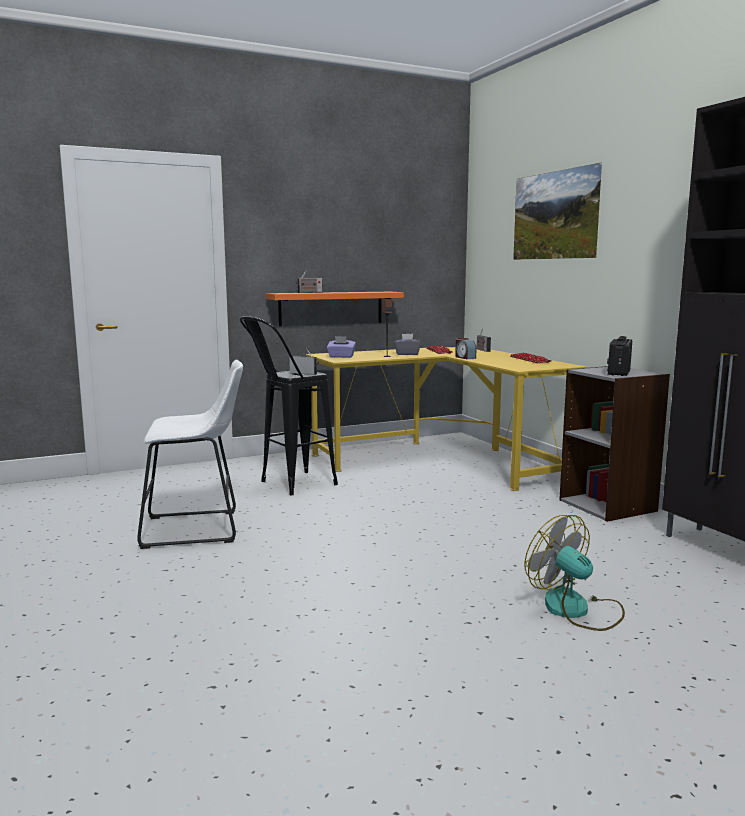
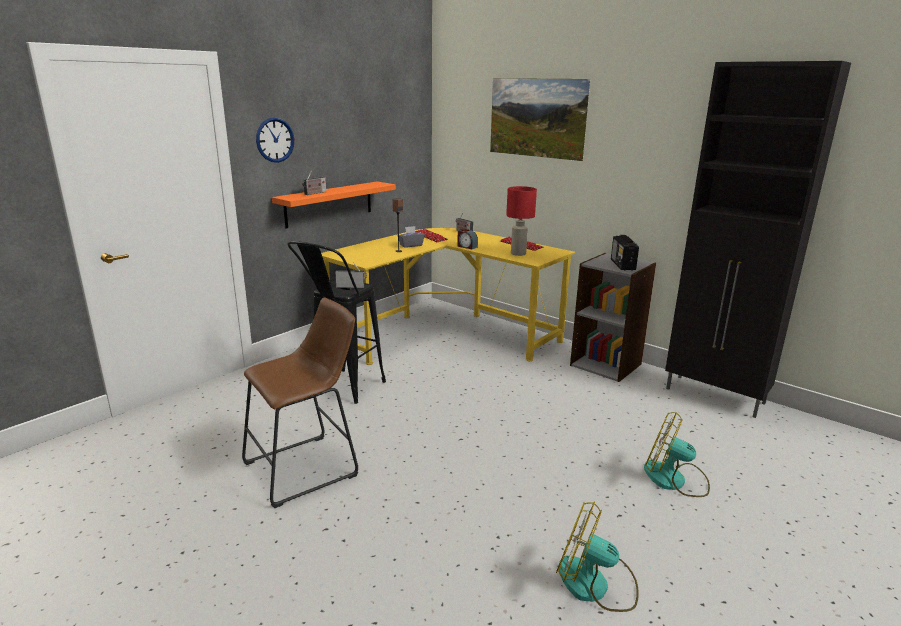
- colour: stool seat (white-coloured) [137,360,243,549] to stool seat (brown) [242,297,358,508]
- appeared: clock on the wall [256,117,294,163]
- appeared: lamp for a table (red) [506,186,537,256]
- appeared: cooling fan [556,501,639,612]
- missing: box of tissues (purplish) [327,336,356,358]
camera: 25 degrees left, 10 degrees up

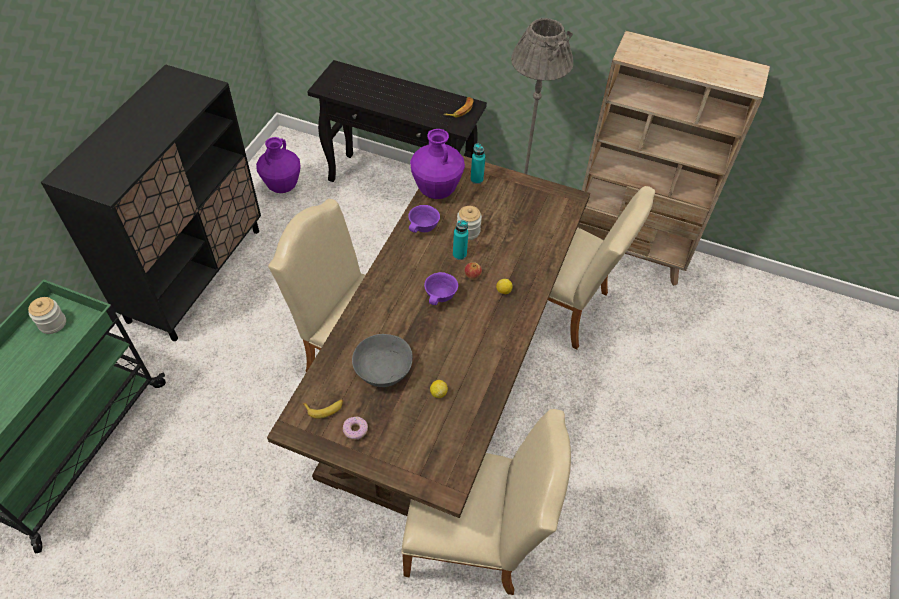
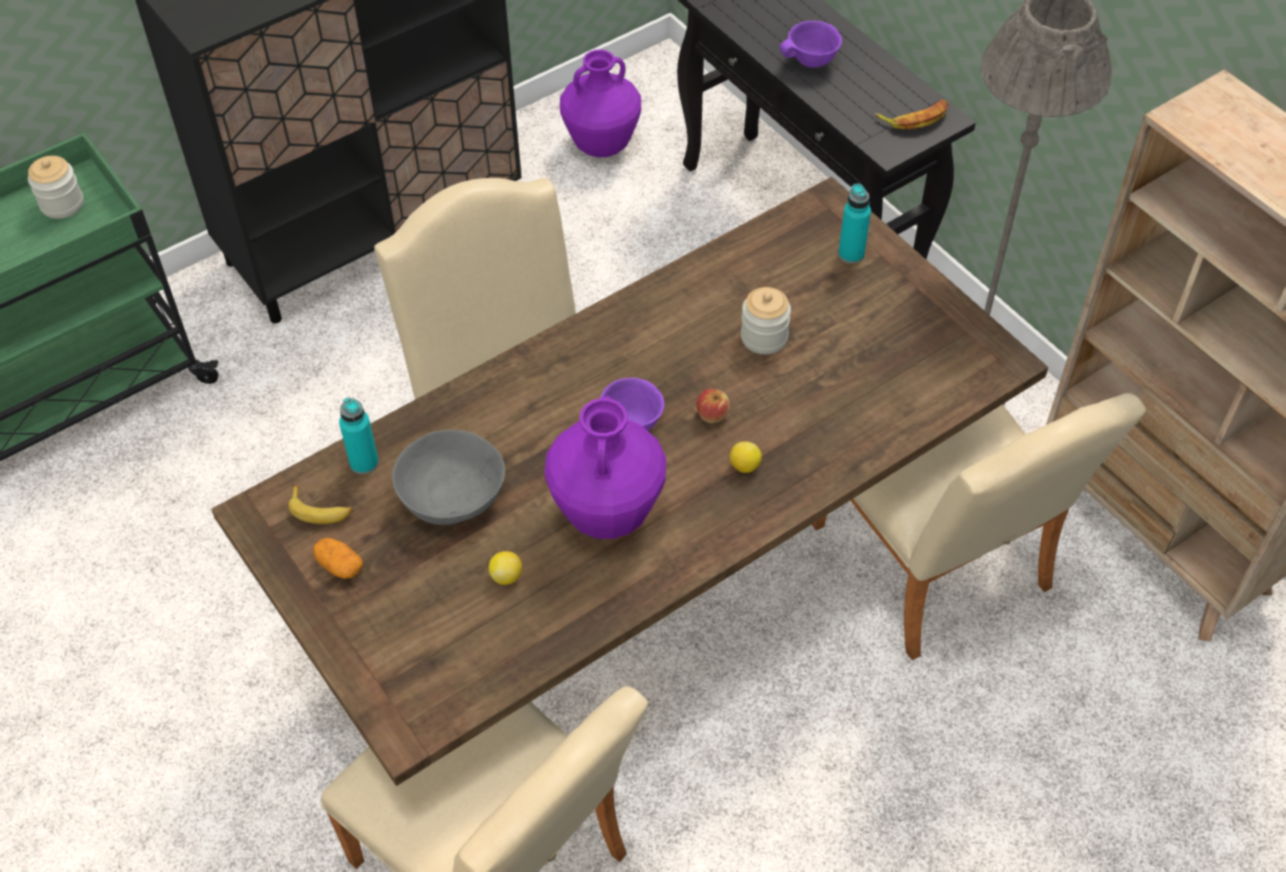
- exchanged: ring doughnut [343,417,368,440] to spud [313,538,363,579]
- relocated: drink bottle (turquoise-coloured) [453,220,468,260] to [339,397,379,474]
- relocated: decorative vase (purplish) [410,129,465,199] to [544,396,666,539]
- relocated: bowl (purplish) [408,205,440,233] to [779,21,842,68]
camera: 35 degrees right, 0 degrees up

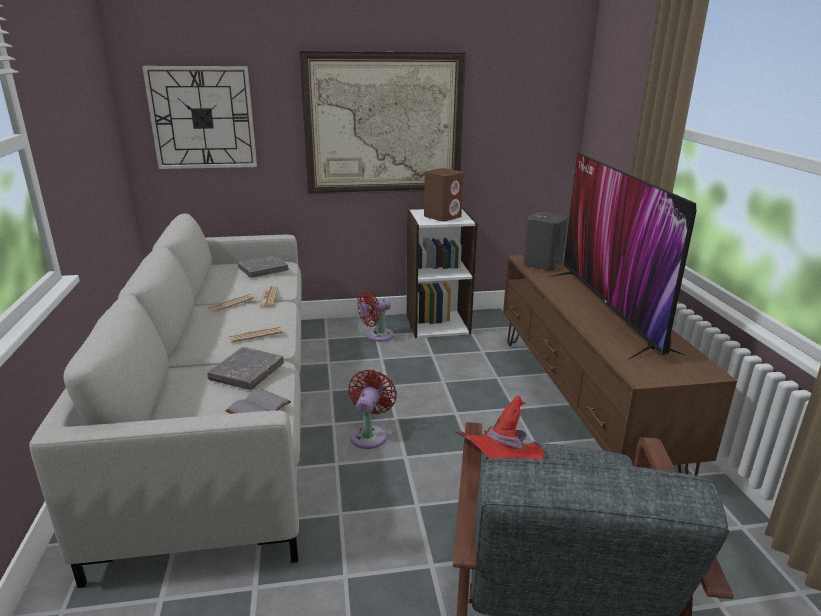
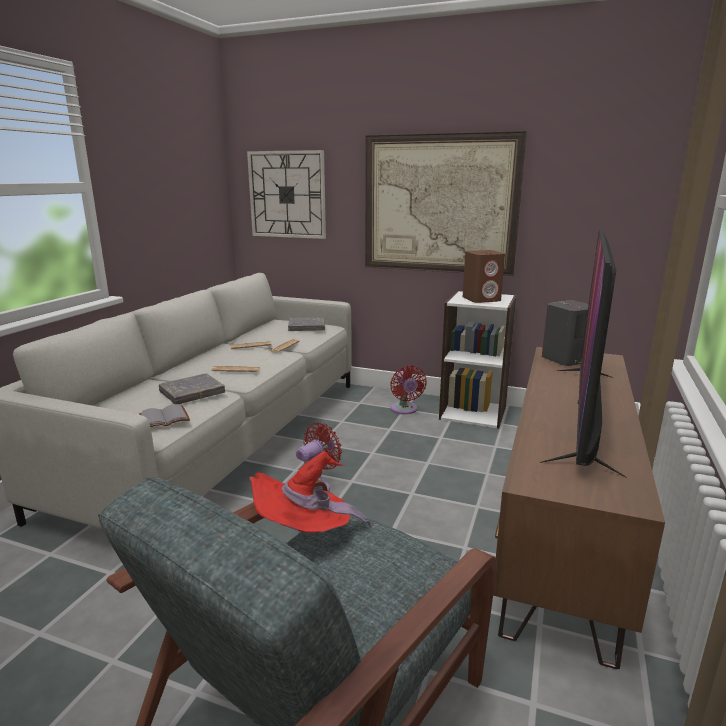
- spun: cooling fan (red) [357,290,393,342] = [390,365,427,414] 105 degrees counterclockwise
camera: 30 degrees right, 5 degrees down

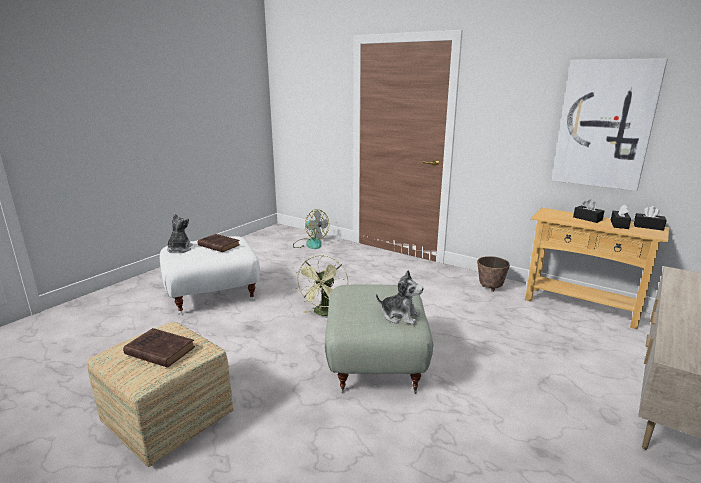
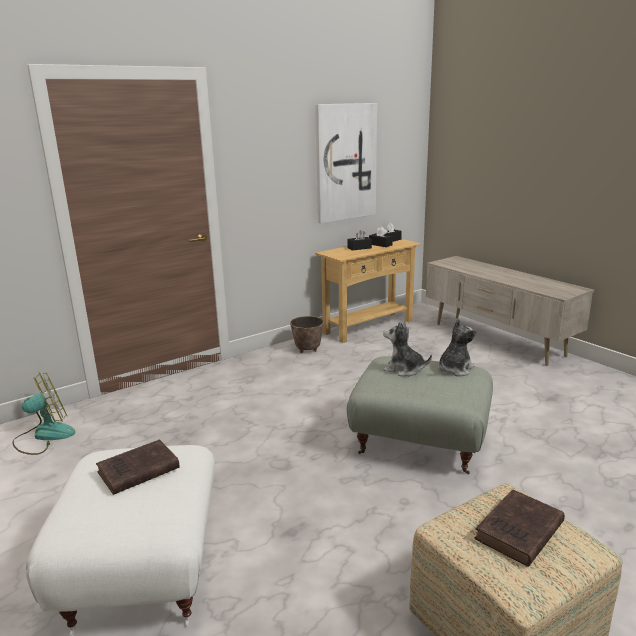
- relocated: cuddly toy [167,213,193,253] to [383,321,432,376]
- missing: cooling fan (greenish) [295,255,348,316]
camera: 70 degrees left, 0 degrees up

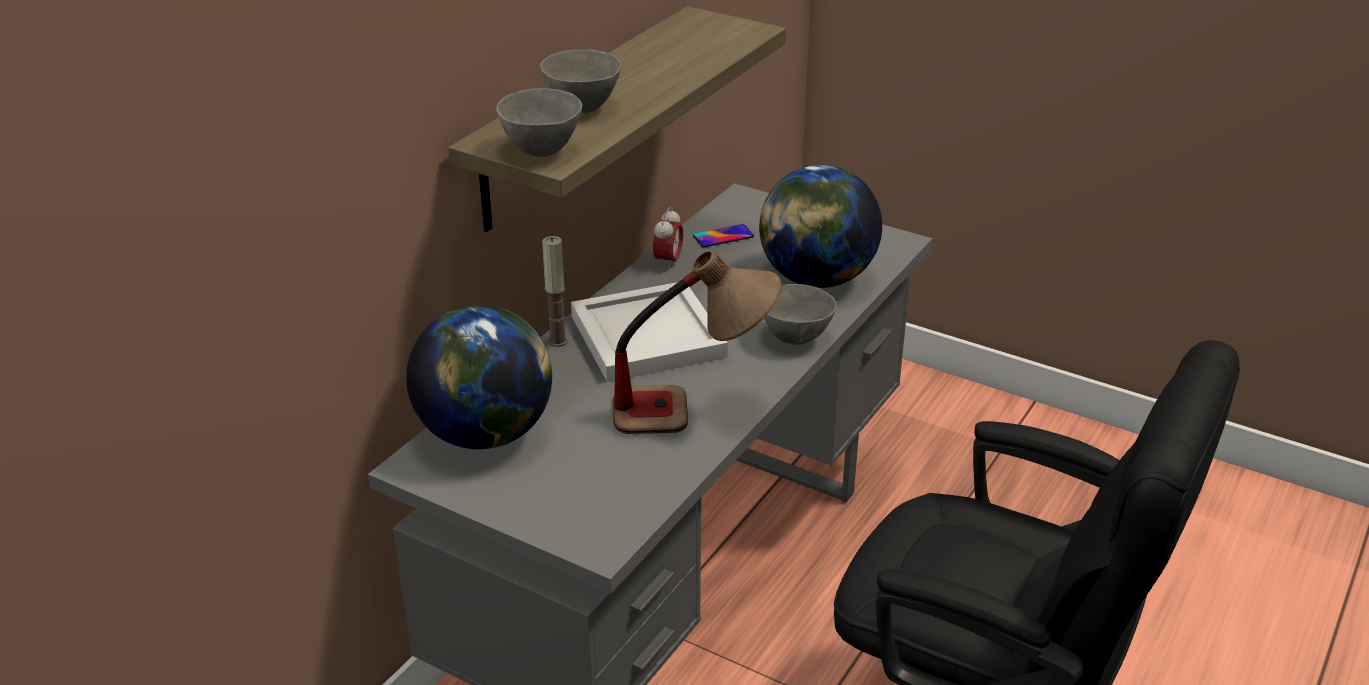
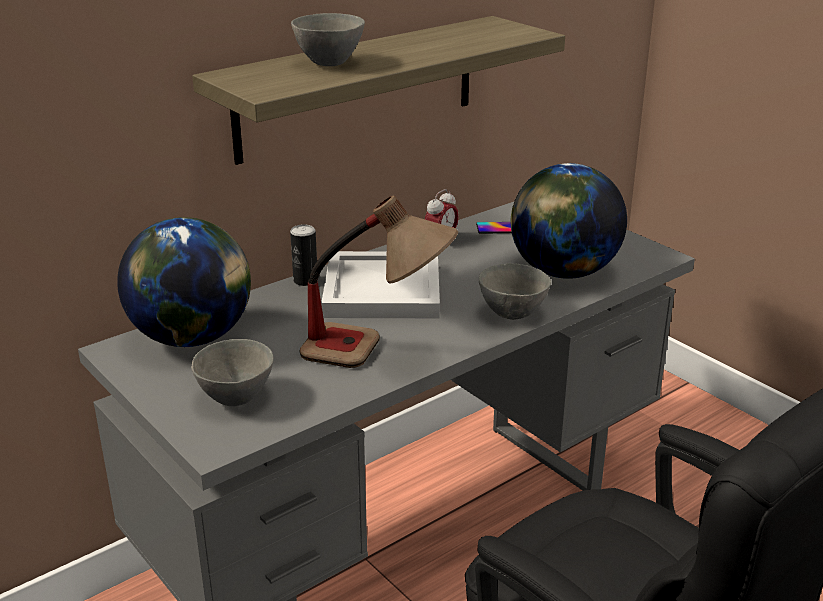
- relocated: bowl (grey) [496,88,582,157] to [191,339,274,406]
- exchanged: wax candle [542,236,568,347] to sealed can [290,224,318,286]
camera: 20 degrees right, 5 degrees down

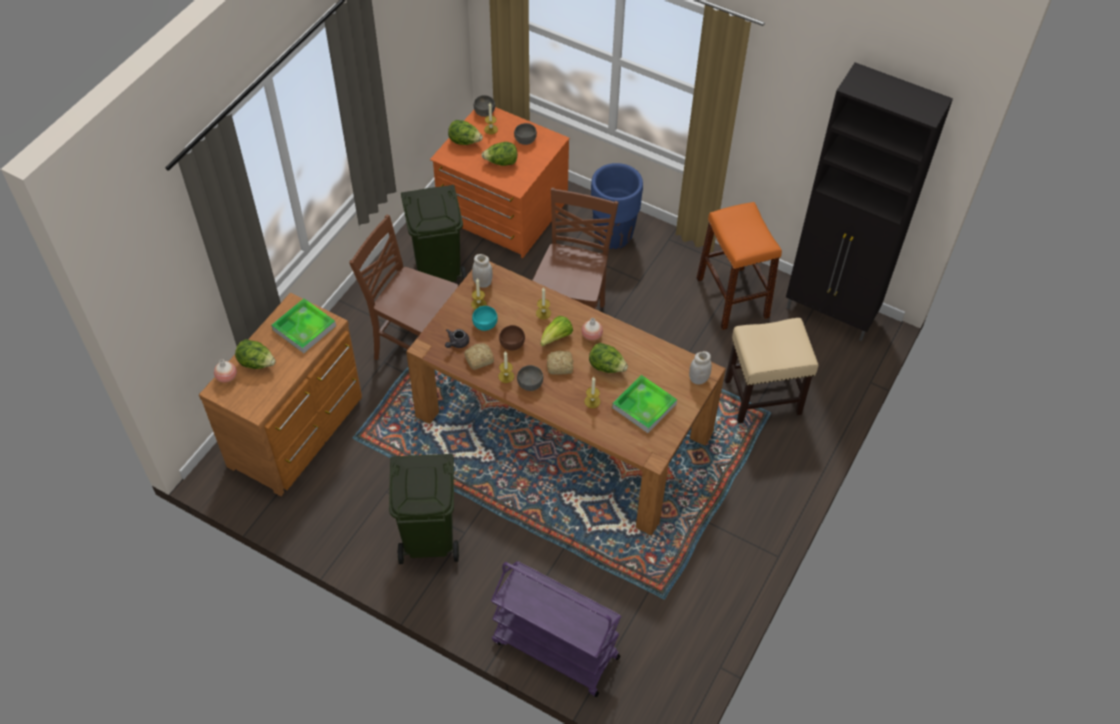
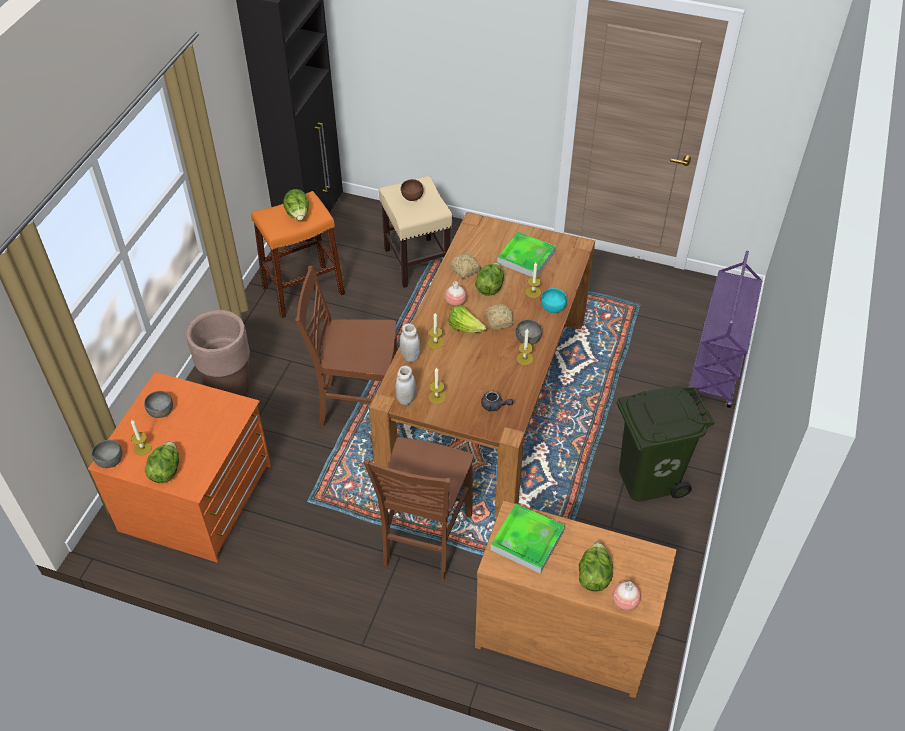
- colour: flower pot (blue) [591,163,643,249] to flower pot (brown) [186,310,251,397]
- relocated: head of lettuce [481,142,518,166] to [283,189,309,221]
- relocated: preserve jar (white-coloured) [689,351,712,385] to [400,323,421,362]
- relocated: bowl (brown) [499,325,525,351] to [401,179,424,201]
- relocated: bakery bread [464,343,494,370] to [450,253,481,279]
- relocated: bowl (turquoise-coloured) [472,306,498,331] to [541,288,567,313]
- missing: waste bin (greenish) [401,185,467,282]
camera: 100 degrees left, 5 degrees down

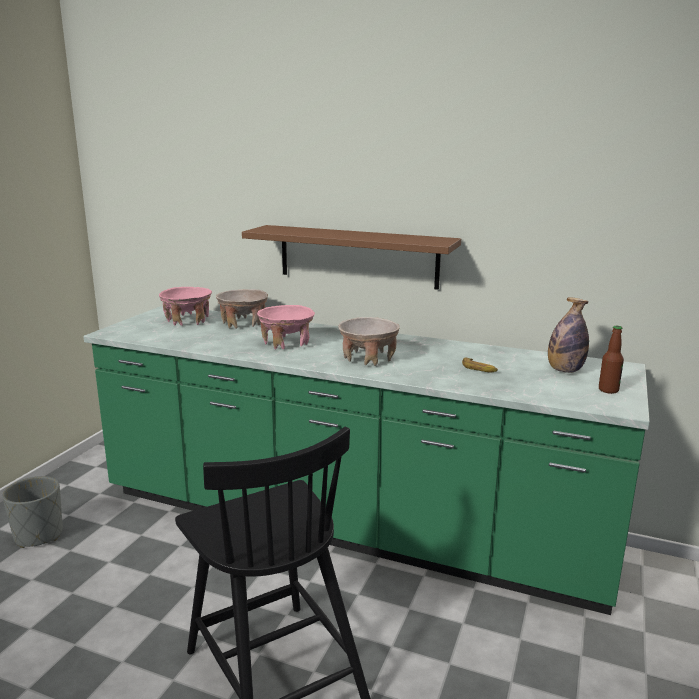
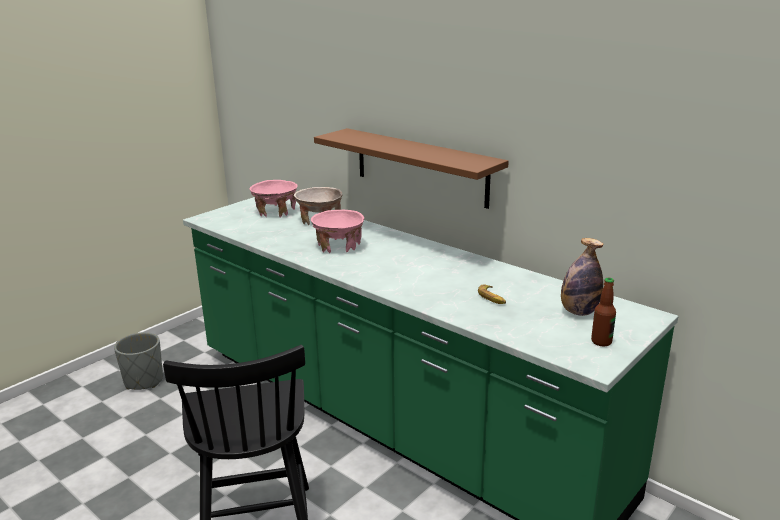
- missing: bowl (beige-coloured) [338,317,400,366]
camera: 20 degrees right, 5 degrees up

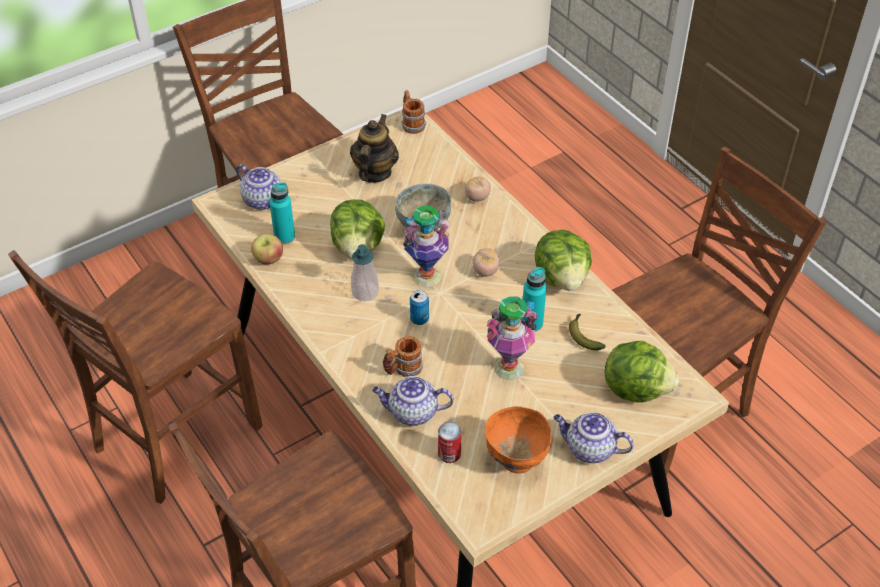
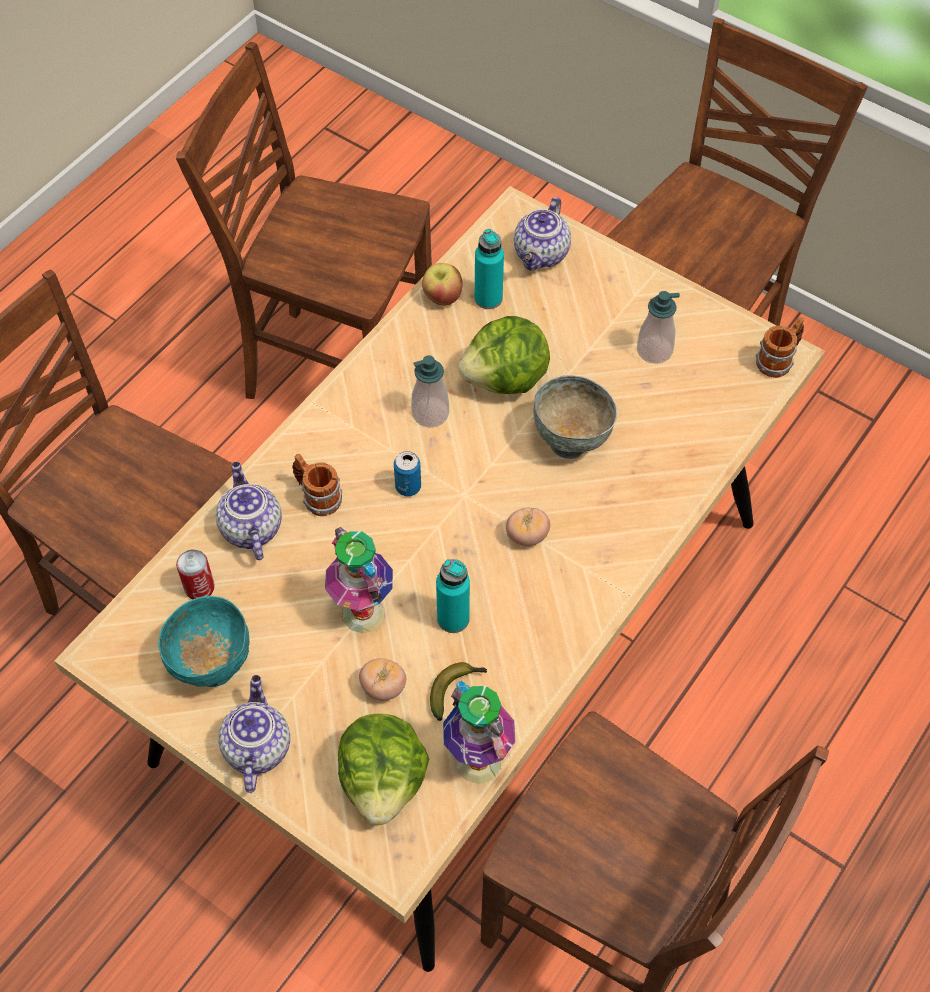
- colour: bowl (orangey) [485,406,551,473] to bowl (turquoise-coloured) [158,596,250,687]
- relocated: fresh tomato [465,176,491,202] to [359,658,406,701]
- relocated: decorative vase [402,206,450,288] to [443,681,515,784]
- exchanged: tea pot [350,114,399,183] to liquid soap bottle [637,291,680,364]
- missing: head of lettuce [535,230,592,291]
camera: 70 degrees right, 10 degrees up

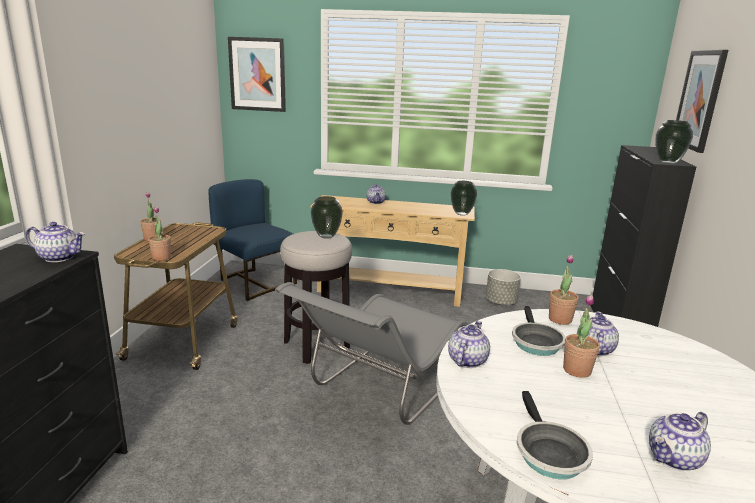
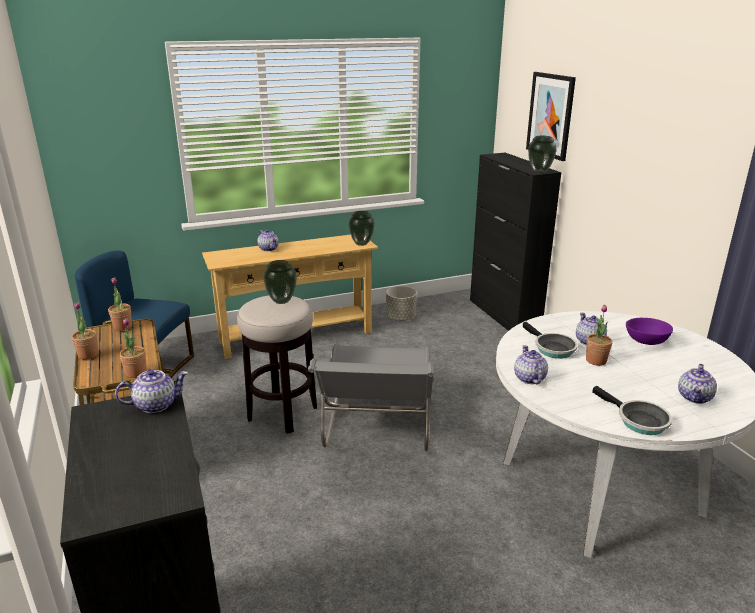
- relocated: plant in a pot [549,255,579,325] to [108,277,132,331]
- appeared: bowl (purplish) [626,318,673,345]
- missing: wall picture [228,37,286,112]
camera: 30 degrees left, 5 degrees up

